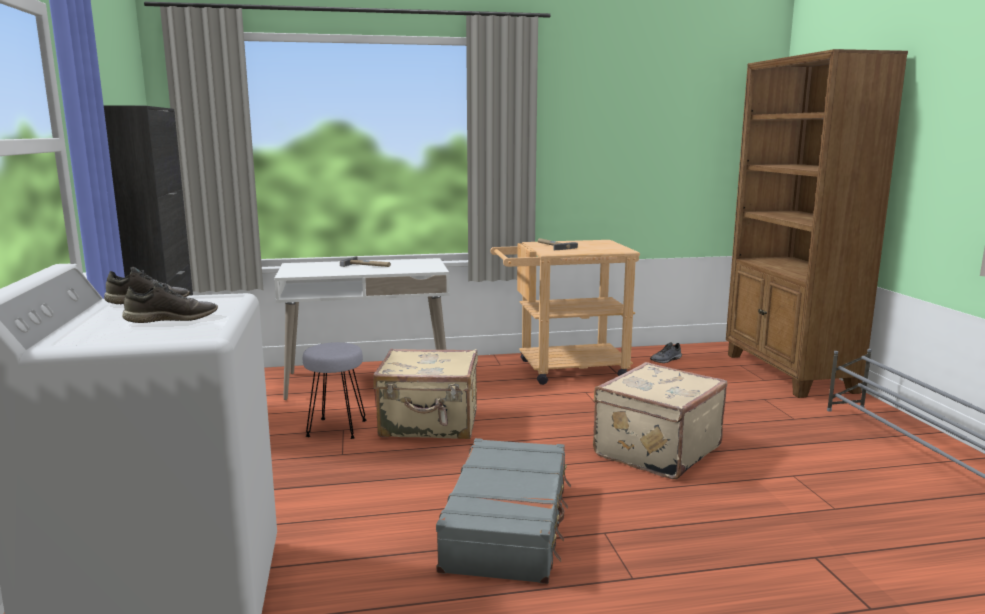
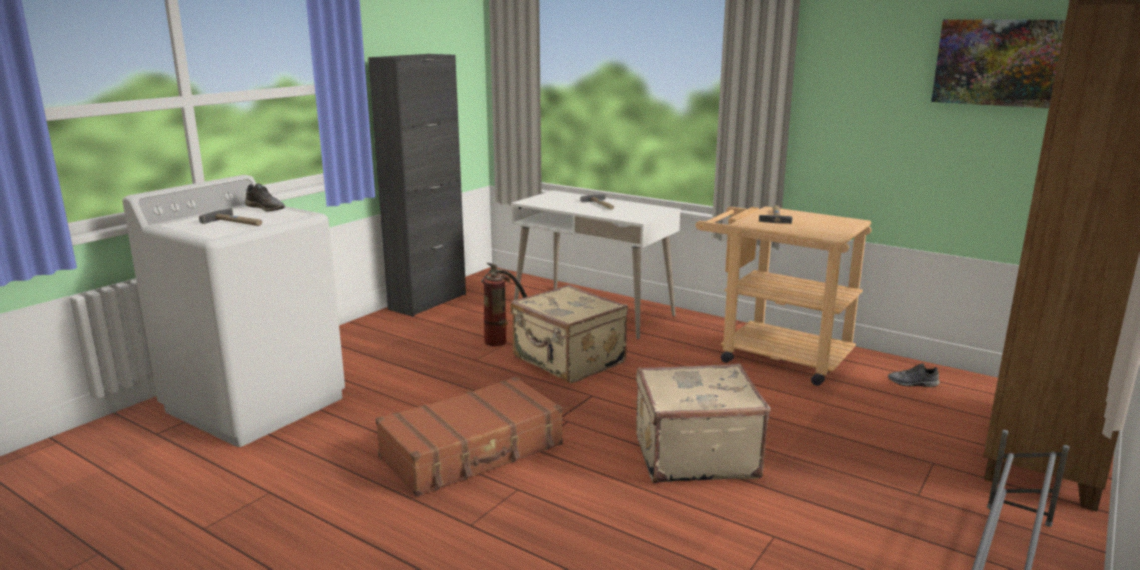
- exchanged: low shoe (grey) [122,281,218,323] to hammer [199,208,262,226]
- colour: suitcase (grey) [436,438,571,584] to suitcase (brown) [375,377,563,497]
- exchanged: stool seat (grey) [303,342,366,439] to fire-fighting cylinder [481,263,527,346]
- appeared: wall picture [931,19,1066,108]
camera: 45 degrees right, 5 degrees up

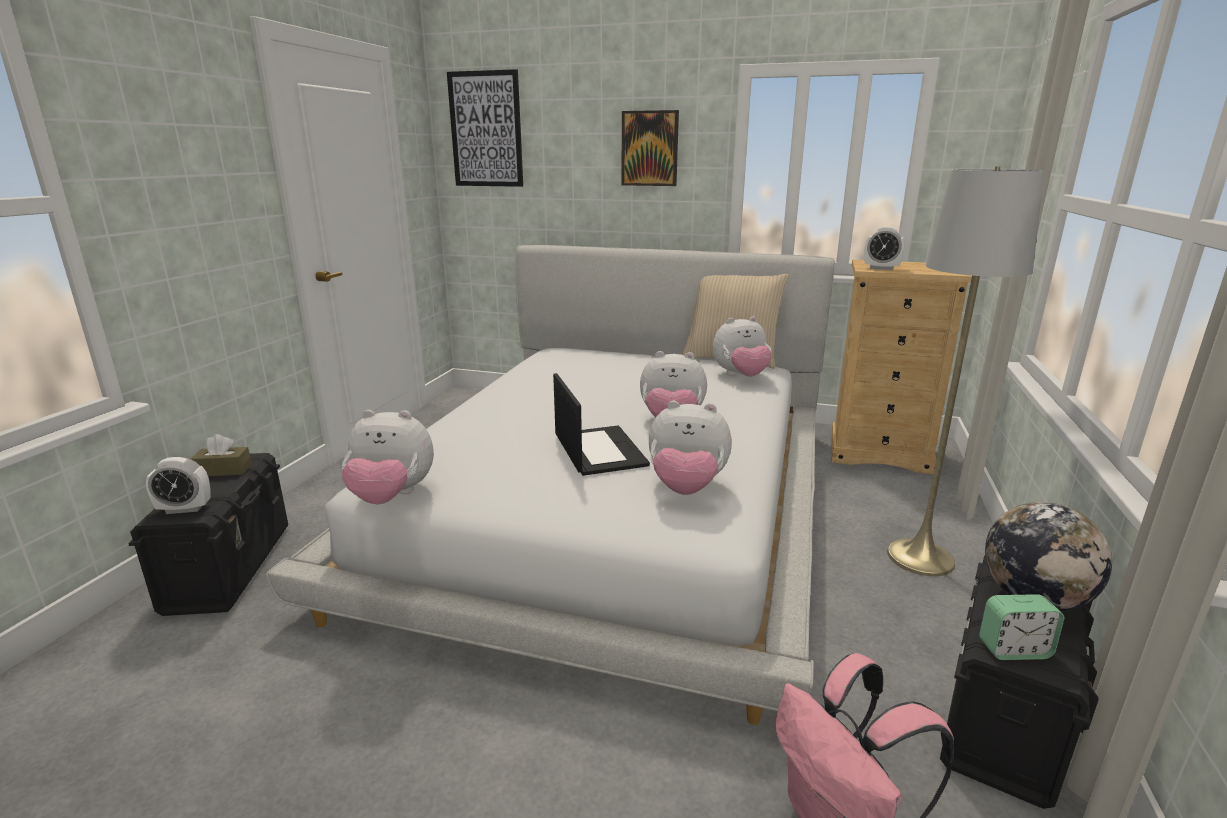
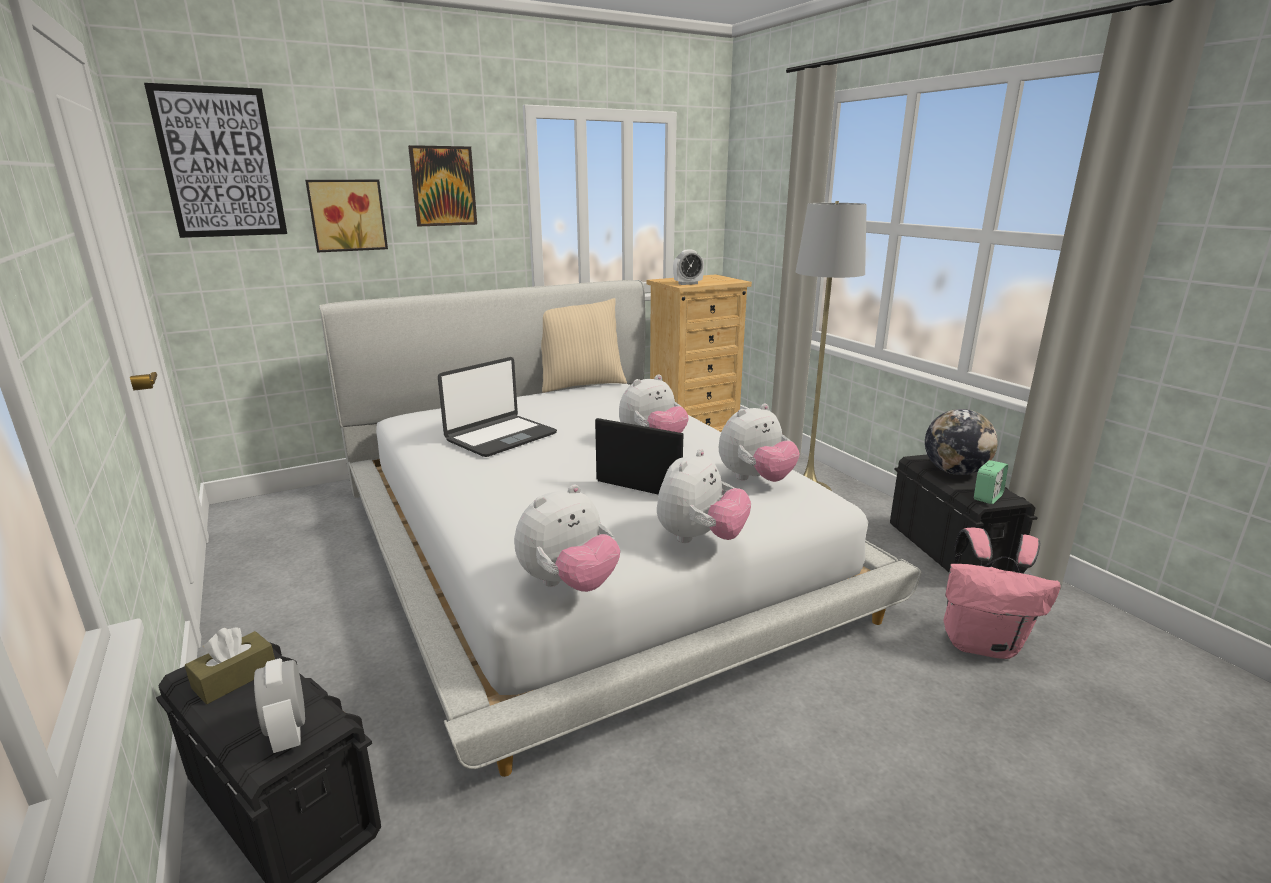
- spun: alarm clock [146,457,211,514] = [254,658,305,753] 120 degrees clockwise
- appeared: wall picture [305,180,388,252]
- appeared: notebook computer [438,357,557,457]
- relocated: cuddly toy [713,316,772,377] to [657,449,751,543]
camera: 45 degrees left, 0 degrees up

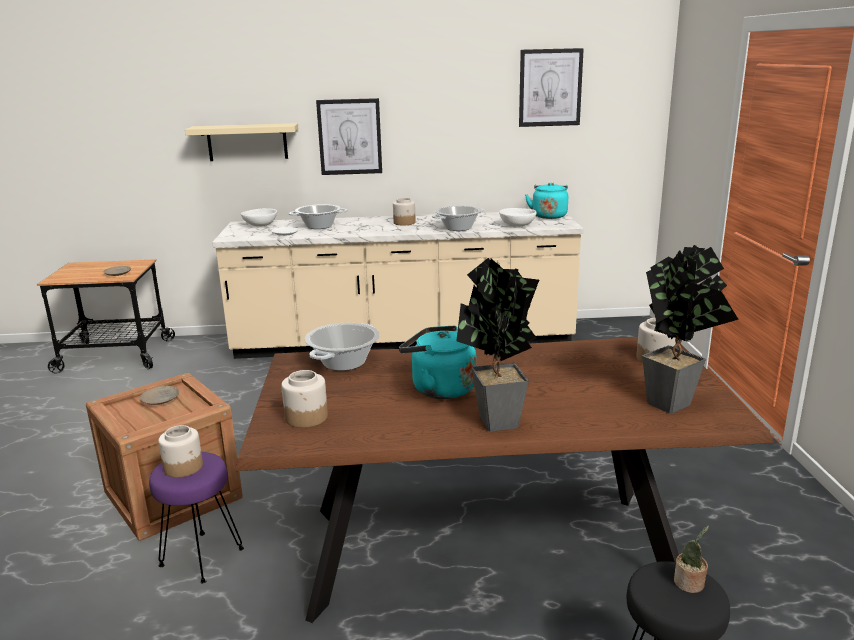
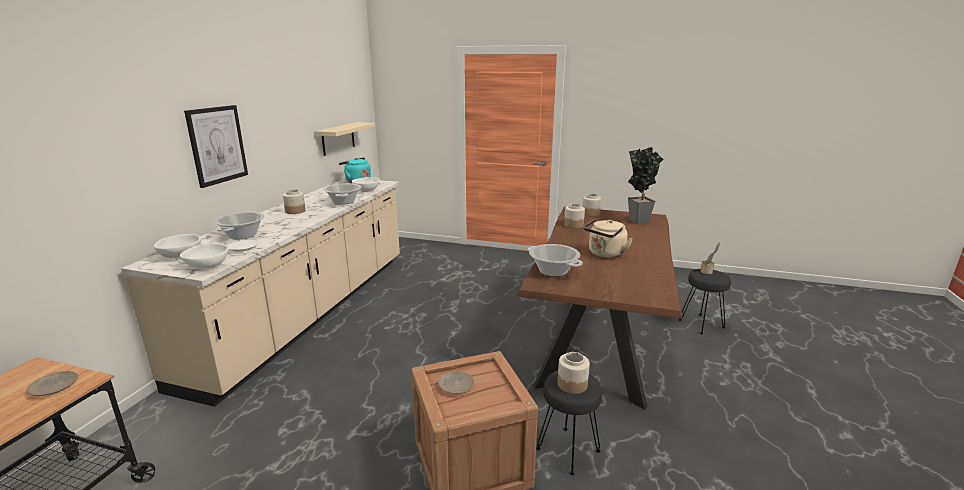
- appeared: bowl (white-coloured) [180,243,229,269]
- relocated: bracket shelf (beige-coloured) [185,123,298,161] to [315,122,375,156]
- colour: stool seat (purplish) [149,452,244,583] to stool seat (black) [536,371,602,475]
- relocated: preserve jar [281,370,328,428] to [564,204,585,228]
- colour: kettle (turquoise-coloured) [399,326,476,399] to kettle (beige-coloured) [584,219,633,258]
- missing: plant in a pot [456,258,539,432]
- missing: wall picture [519,48,584,127]
camera: 70 degrees left, 0 degrees up

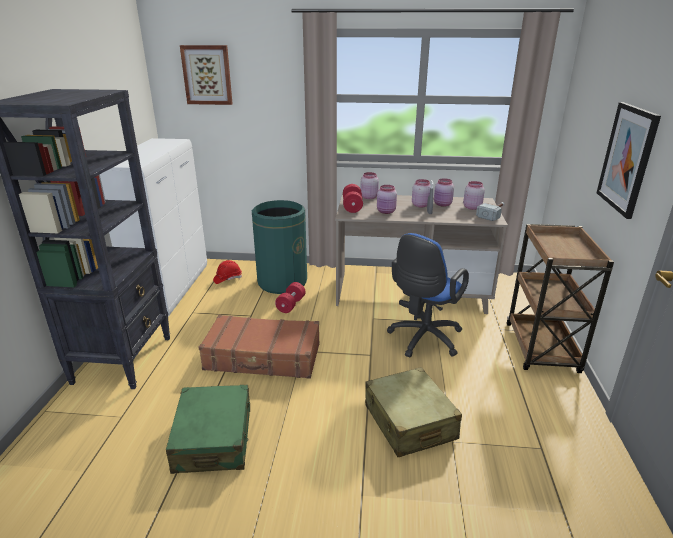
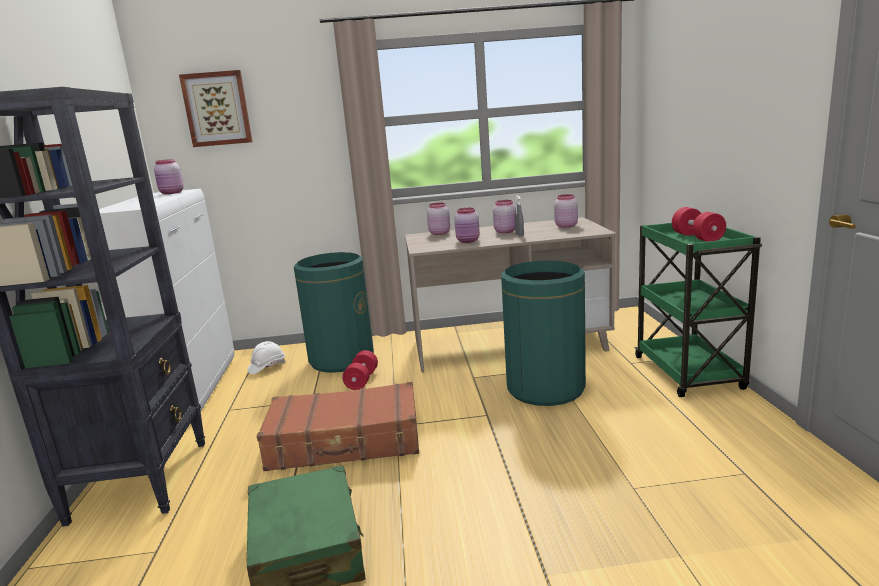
- relocated: preserve jar (pinkish) [434,178,454,207] to [154,159,184,194]
- colour: hard hat (red) [213,260,242,284] to hard hat (white-coloured) [247,341,286,374]
- exchanged: computer chair (blue) [387,233,469,358] to waste bin (greenish) [501,261,586,406]
- colour: cart (brown) [507,224,614,373] to cart (greenish) [634,223,762,397]
- relocated: hand weight (red) [343,184,363,213] to [672,207,726,242]
- missing: suitcase (beige-coloured) [365,367,462,457]
- missing: hammer [476,202,505,221]
- missing: wall picture [597,102,661,219]
camera: 10 degrees left, 10 degrees down

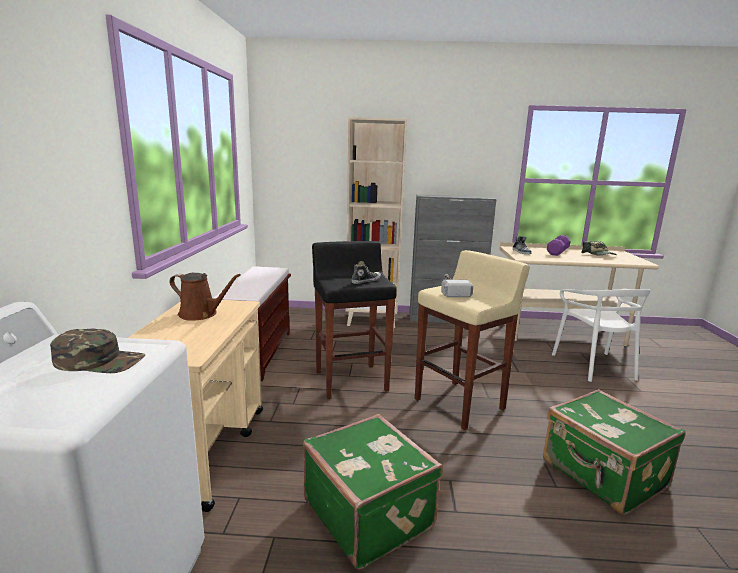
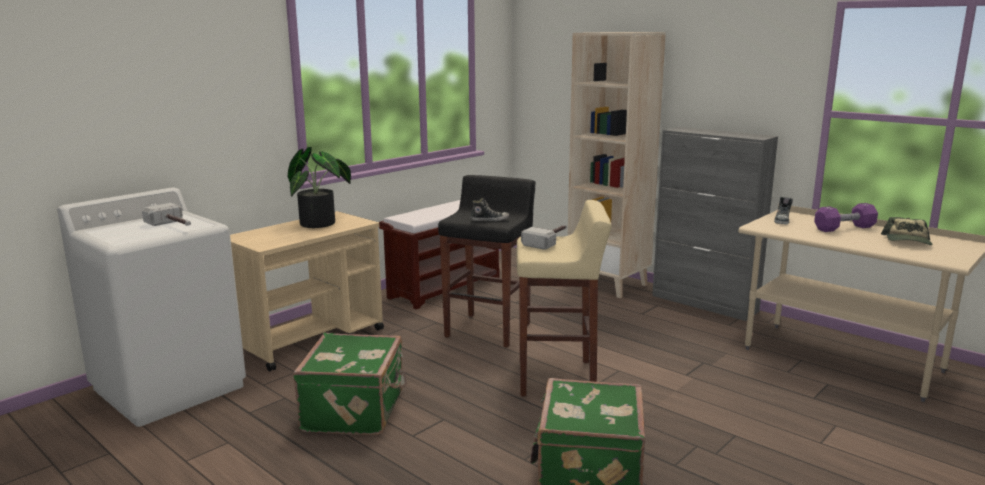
- exchanged: baseball cap (greenish) [50,329,145,373] to hammer [142,203,191,226]
- exchanged: watering pot (brown) [170,273,241,321] to plant in a pot [288,147,351,228]
- missing: upright chair (white-coloured) [552,289,651,382]
camera: 40 degrees right, 0 degrees up

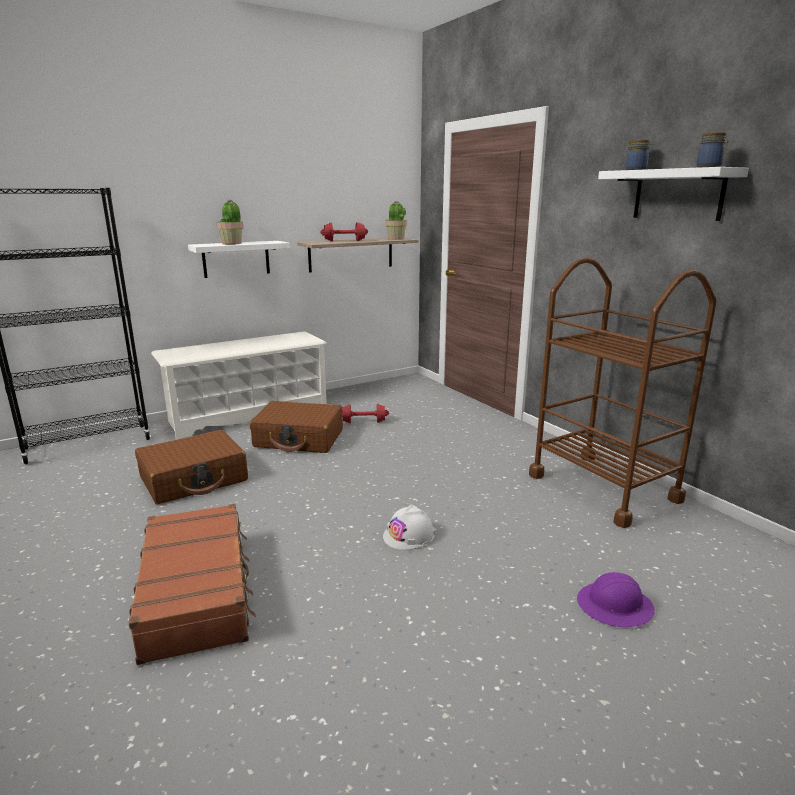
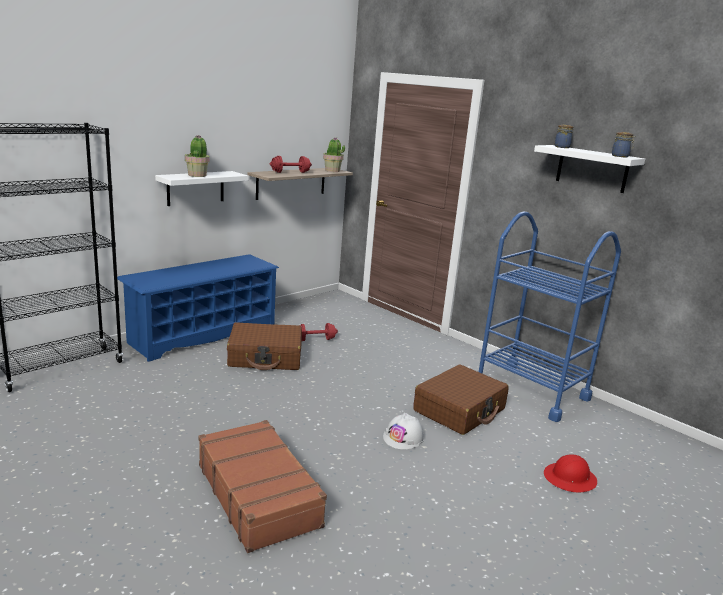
- colour: shoe rack (white-coloured) [151,331,327,440] to shoe rack (blue) [117,254,279,362]
- relocated: suitcase (brown) [135,430,248,504] to [414,364,509,435]
- colour: cart (brown) [529,258,717,528] to cart (blue) [479,212,621,422]
- colour: hard hat (purplish) [577,572,655,627] to hard hat (red) [544,454,597,492]
camera: 15 degrees left, 0 degrees up

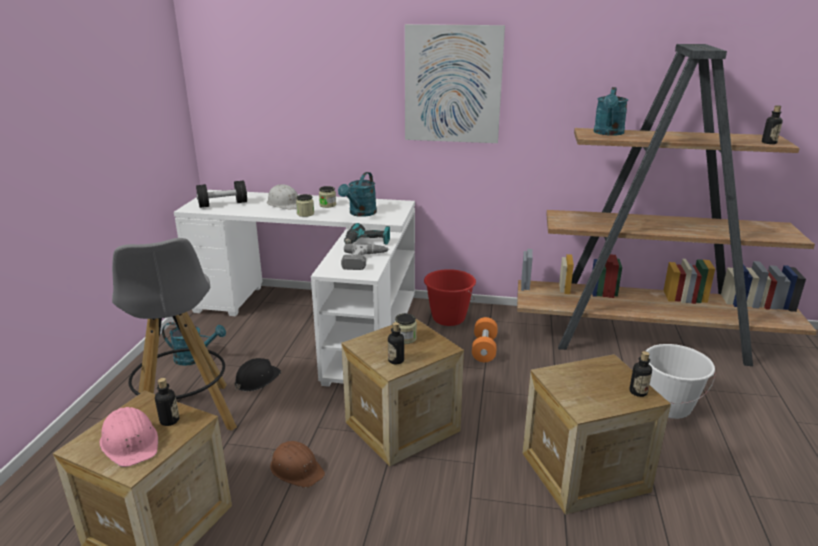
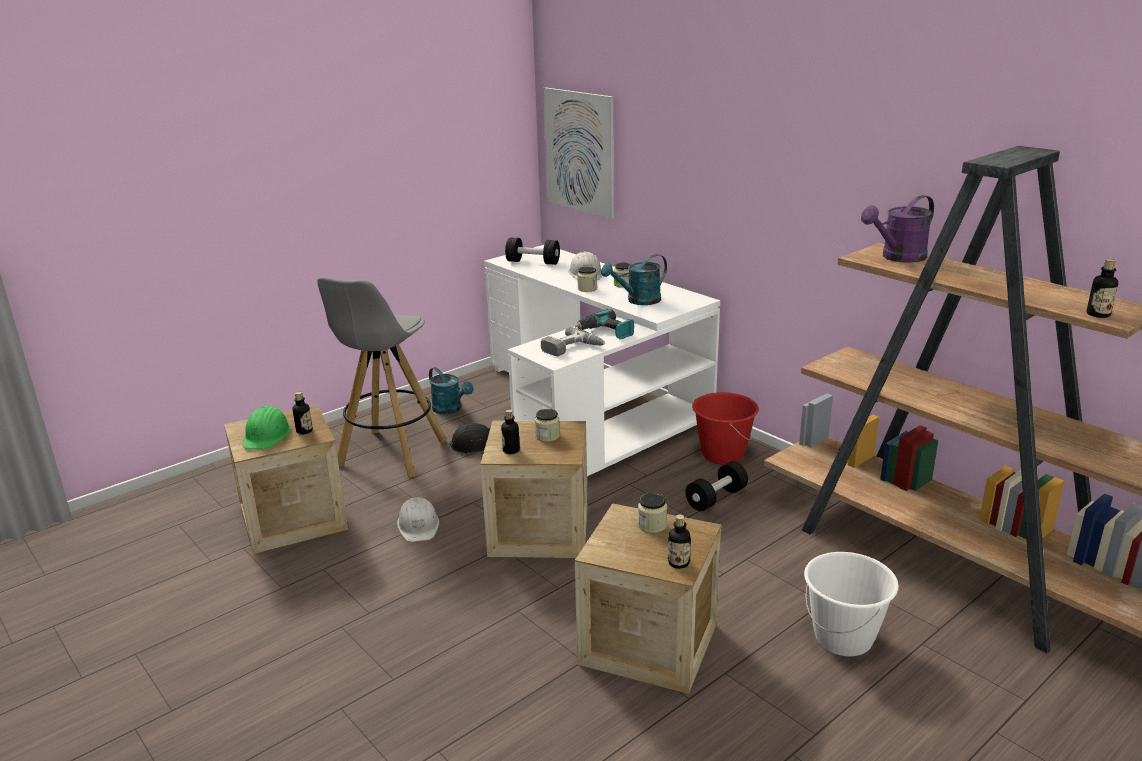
- colour: hard hat (pinkish) [100,407,158,467] to hard hat (greenish) [243,406,291,449]
- colour: hard hat (brown) [270,441,325,488] to hard hat (white-coloured) [397,497,439,542]
- relocated: wall picture [405,24,505,143] to [543,87,614,219]
- appeared: preserve jar [638,493,667,533]
- colour: hand weight (orangey) [472,317,497,362] to hand weight (black) [685,461,748,511]
- colour: watering pot (turquoise-coloured) [594,87,628,136] to watering pot (purplish) [861,195,934,263]
camera: 40 degrees right, 0 degrees up

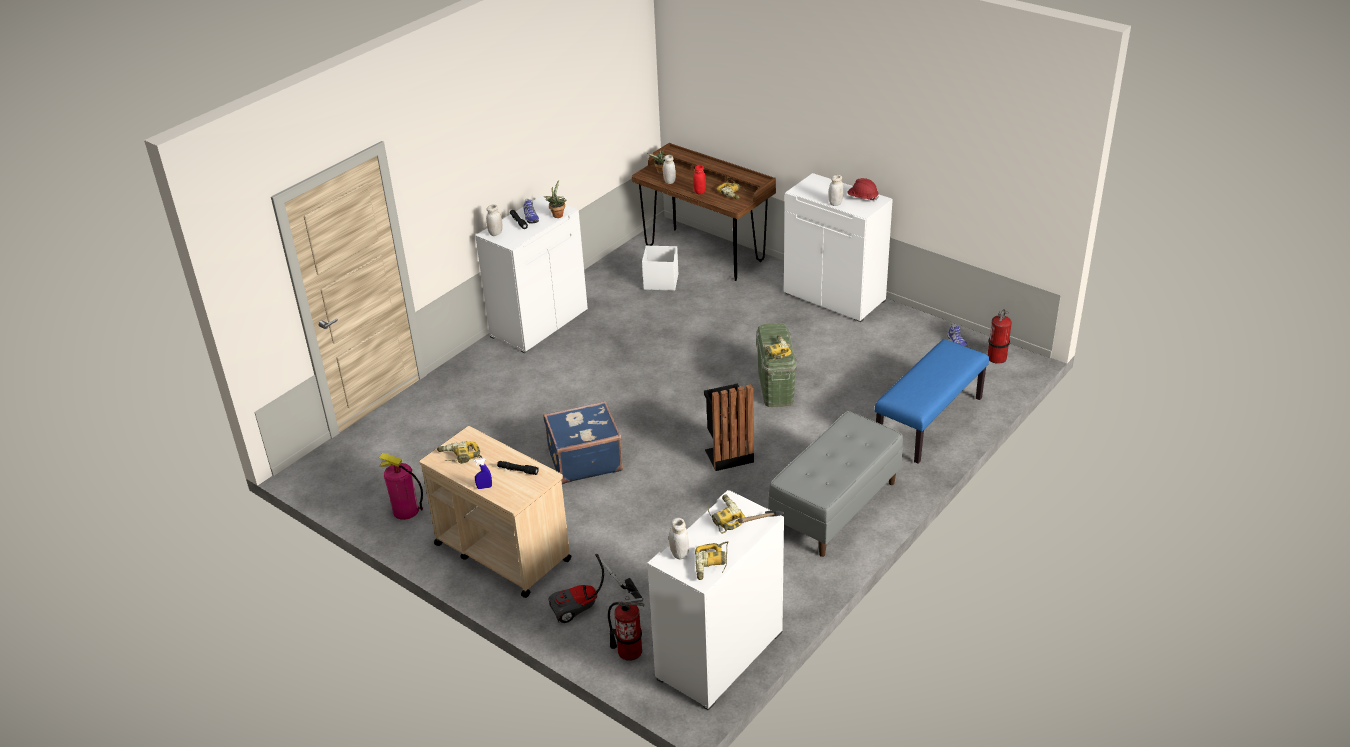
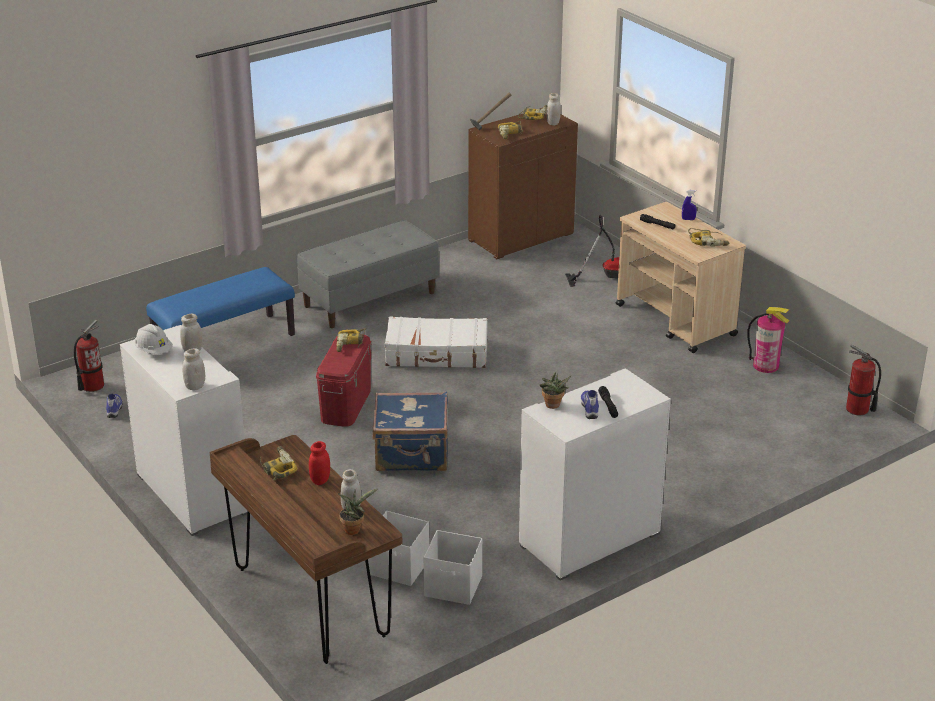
- colour: hard hat (red) [847,178,879,200] to hard hat (white-coloured) [134,324,173,354]
- relocated: preserve jar (white-coloured) [486,204,503,236] to [182,348,205,390]
- colour: storage box (greenish) [756,323,797,407] to storage box (red) [316,333,371,427]
- relocated: suitcase (blue) [543,401,623,484] to [373,392,448,471]
- exchanged: waste bin (black) [704,384,754,471] to suitcase (white-coloured) [385,316,487,368]
- appeared: storage box (white-coloured) [424,530,482,605]
- colour: storage cabinet (white-coloured) [647,490,784,711] to storage cabinet (brown) [468,108,578,259]
- relocated: fire-fighting cylinder [608,596,645,661] to [846,345,881,415]
camera: 165 degrees left, 5 degrees down

